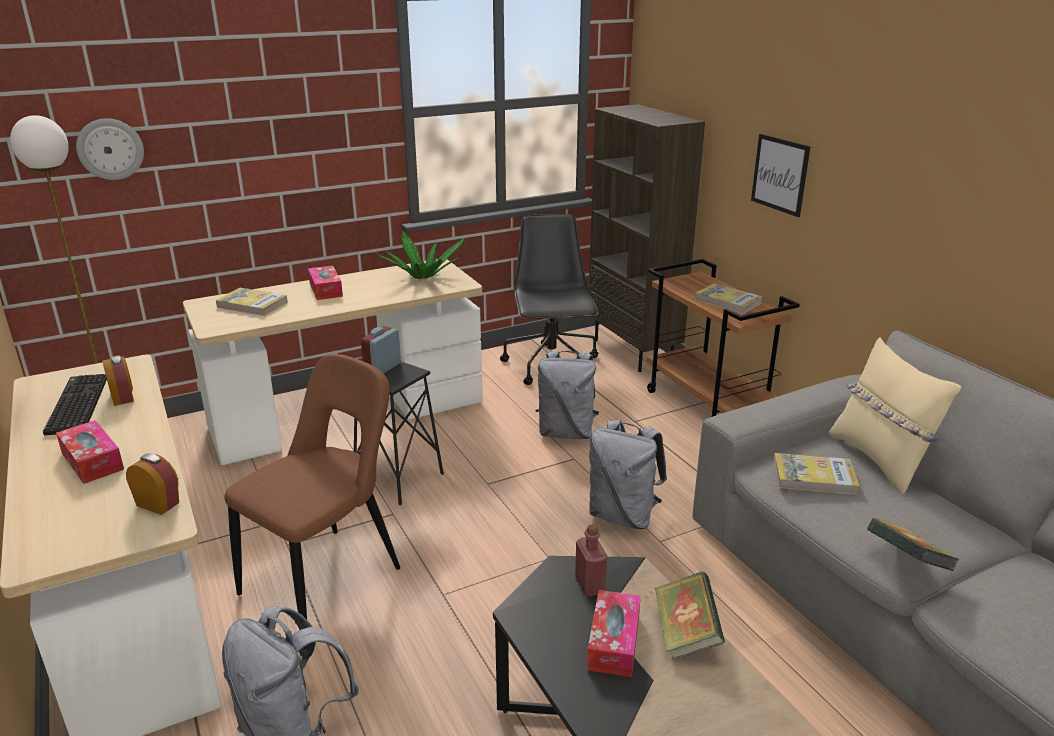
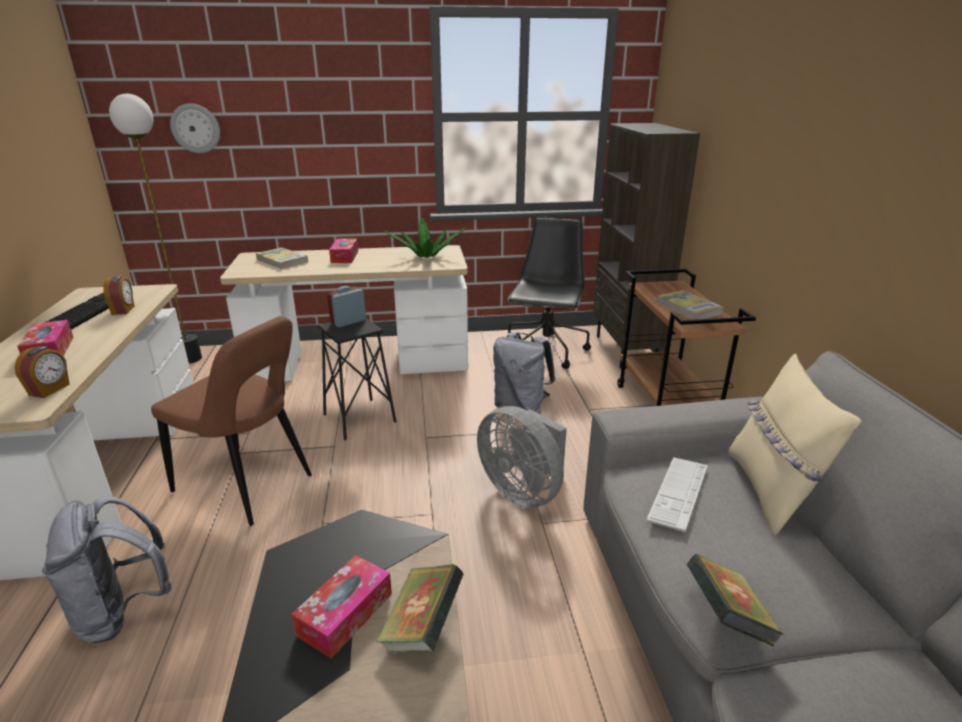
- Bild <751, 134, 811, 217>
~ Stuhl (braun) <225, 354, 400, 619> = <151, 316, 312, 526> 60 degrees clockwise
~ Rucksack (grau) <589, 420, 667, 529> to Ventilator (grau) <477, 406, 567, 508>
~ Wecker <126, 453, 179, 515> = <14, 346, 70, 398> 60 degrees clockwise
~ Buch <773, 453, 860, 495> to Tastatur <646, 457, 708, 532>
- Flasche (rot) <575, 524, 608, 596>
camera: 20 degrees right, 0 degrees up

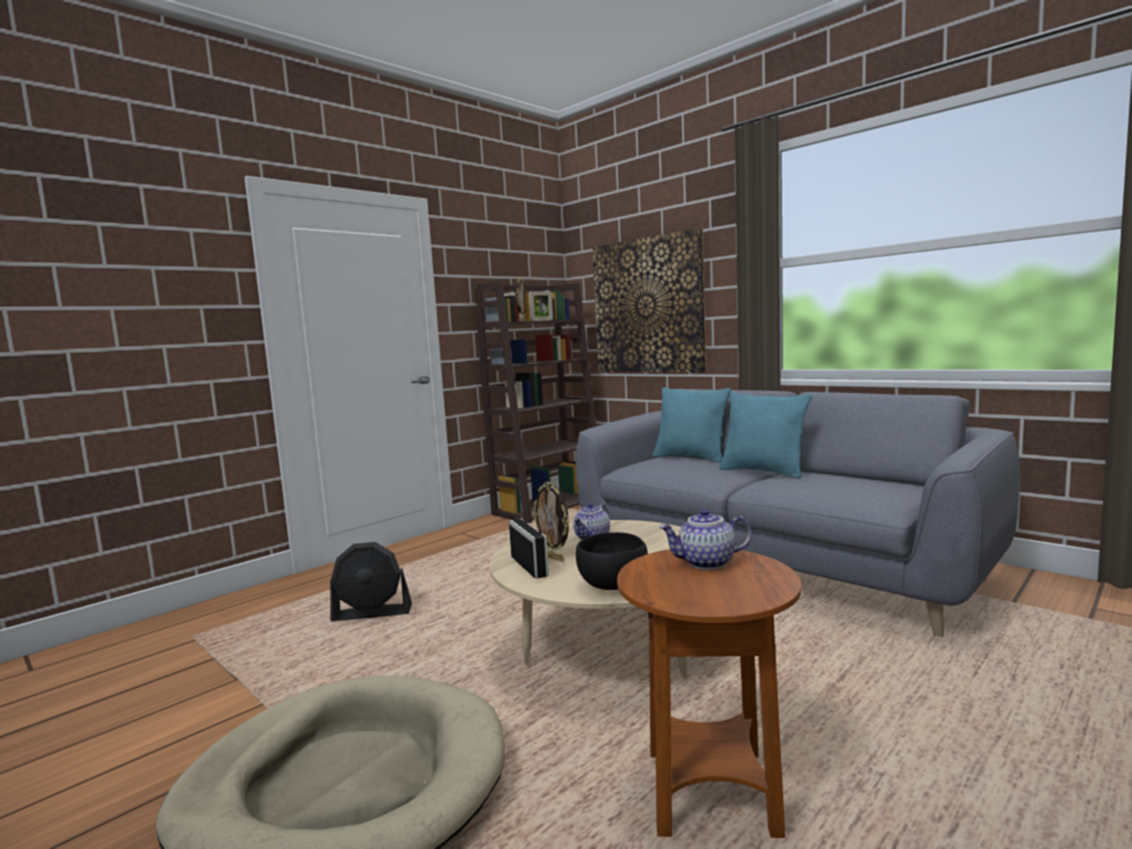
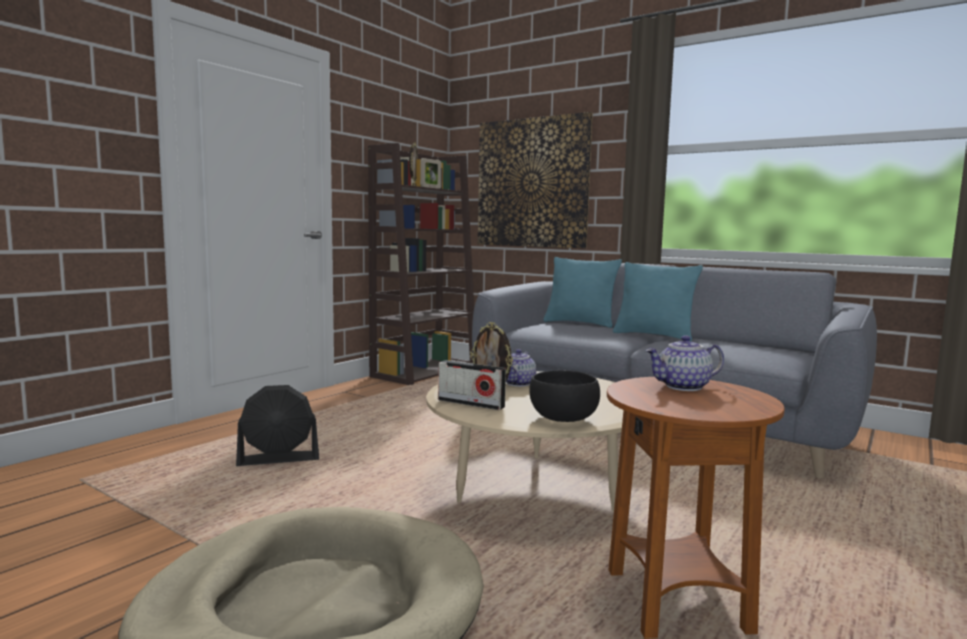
~ Radio <509, 518, 549, 579> = <438, 360, 506, 410> 150 degrees clockwise
camera: 10 degrees left, 0 degrees up

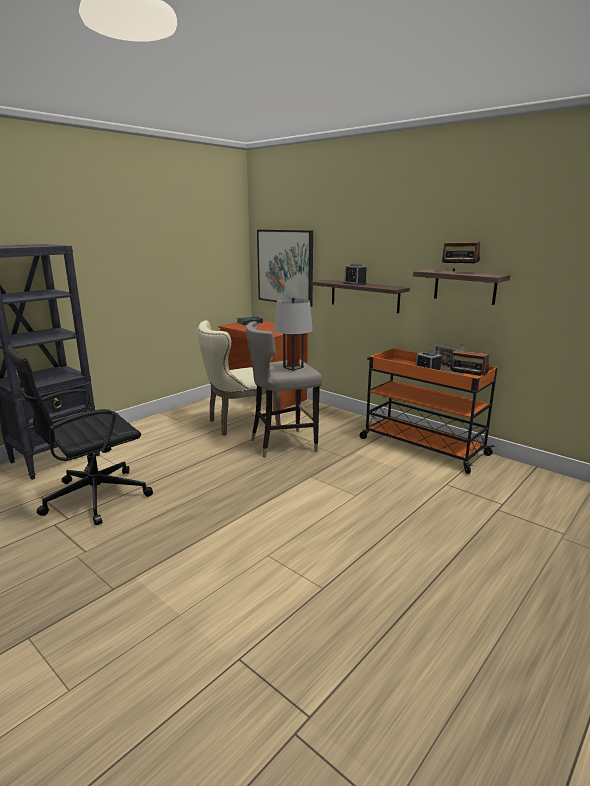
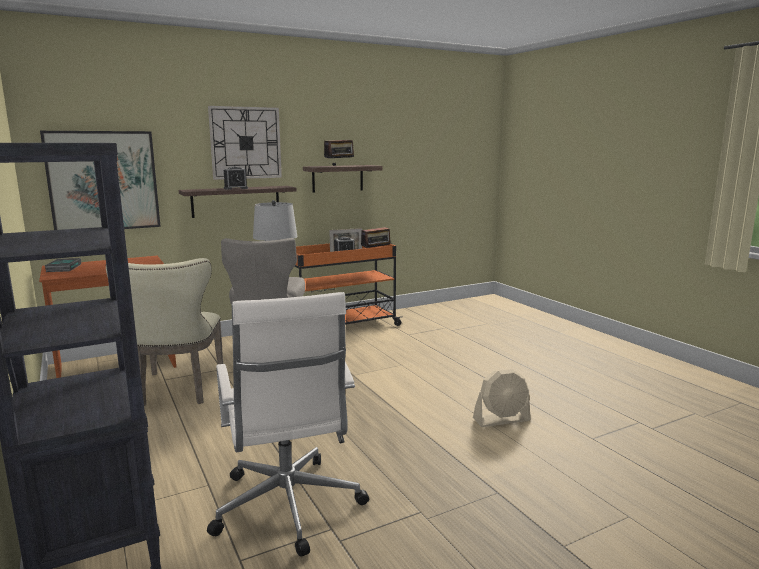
~ Bürostuhl (schwarz) <8, 345, 153, 525> to Bürostuhl (weiß) <207, 292, 369, 556>
+ Wanduhr <208, 106, 282, 180>
+ Ventilator (beige) <473, 369, 531, 427>
camera: 70 degrees left, 5 degrees down

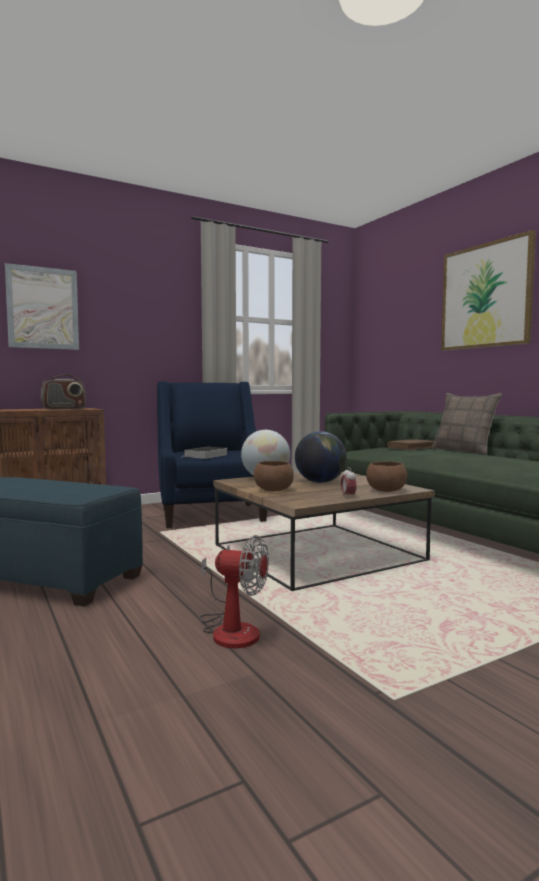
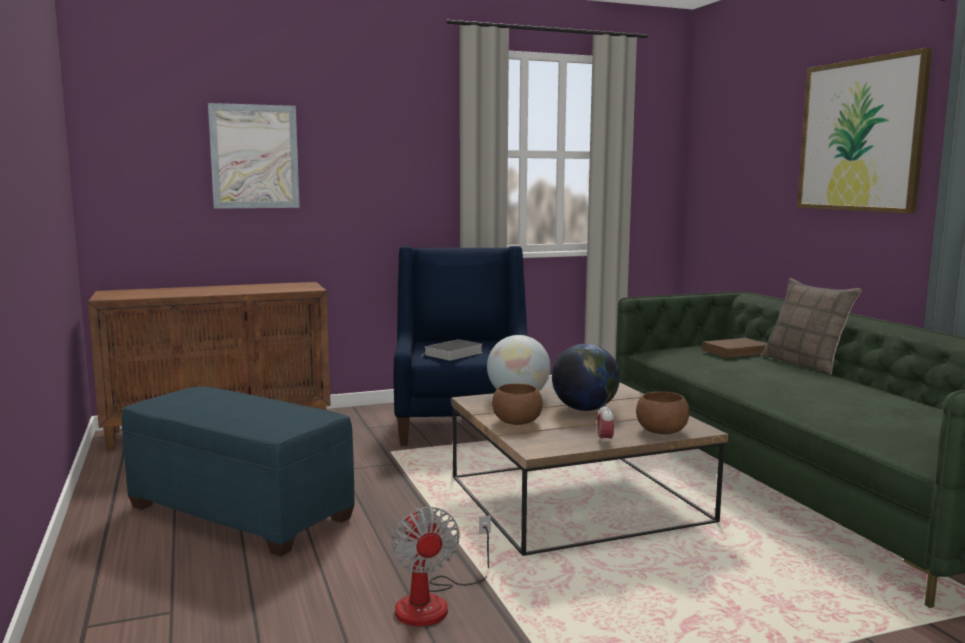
- Radio <41, 374, 86, 410>
~ Ventilator <199, 535, 269, 648> = <392, 507, 491, 626> 45 degrees clockwise
camera: 10 degrees right, 5 degrees up

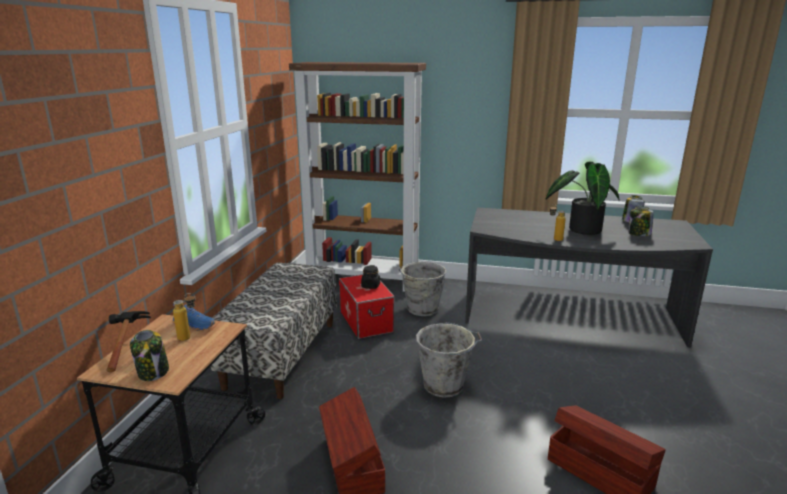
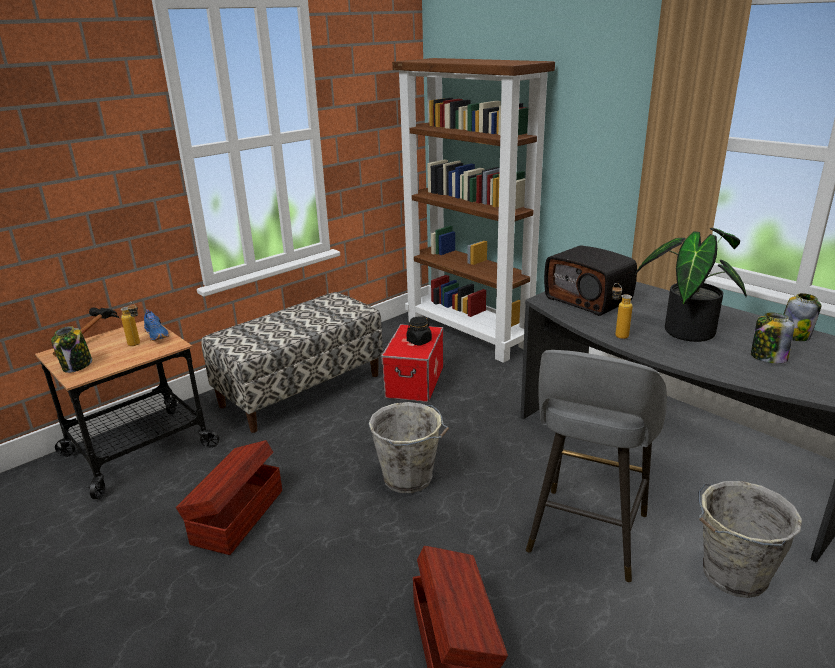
~ Eimer (grau) <399, 262, 446, 316> to <698, 481, 802, 598>
+ Radio <544, 246, 637, 316>
+ Hocker (grau) <526, 350, 667, 582>
camera: 35 degrees right, 5 degrees up

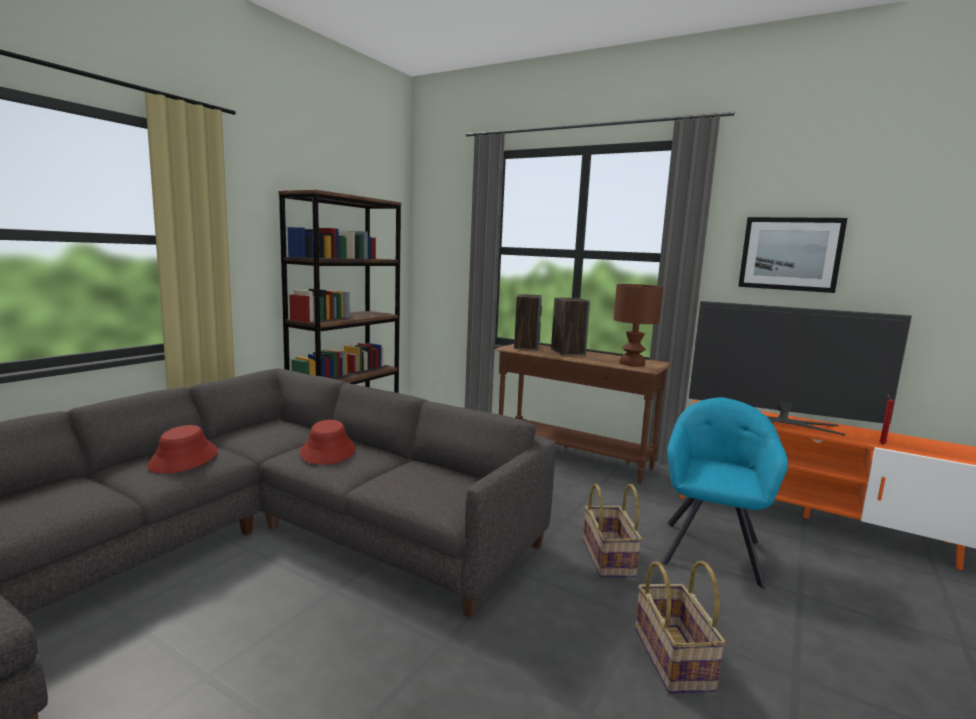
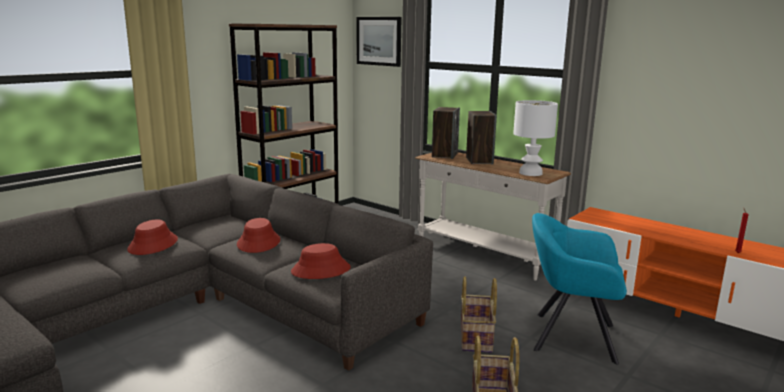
~ Bild <738, 217, 847, 293> to <357, 17, 401, 67>
~ Tischlampe (braun) <614, 284, 663, 367> to Tischlampe (weiß) <513, 100, 558, 176>
- Fernseher <689, 301, 912, 436>
~ Konsolentisch (braun) <495, 344, 672, 484> to Konsolentisch (weiß) <415, 152, 571, 280>
~ Sessel (türkis) <661, 397, 788, 589> = <532, 213, 627, 365> 105 degrees counterclockwise
+ Hut (rot) <291, 243, 351, 279>
camera: 10 degrees right, 5 degrees up

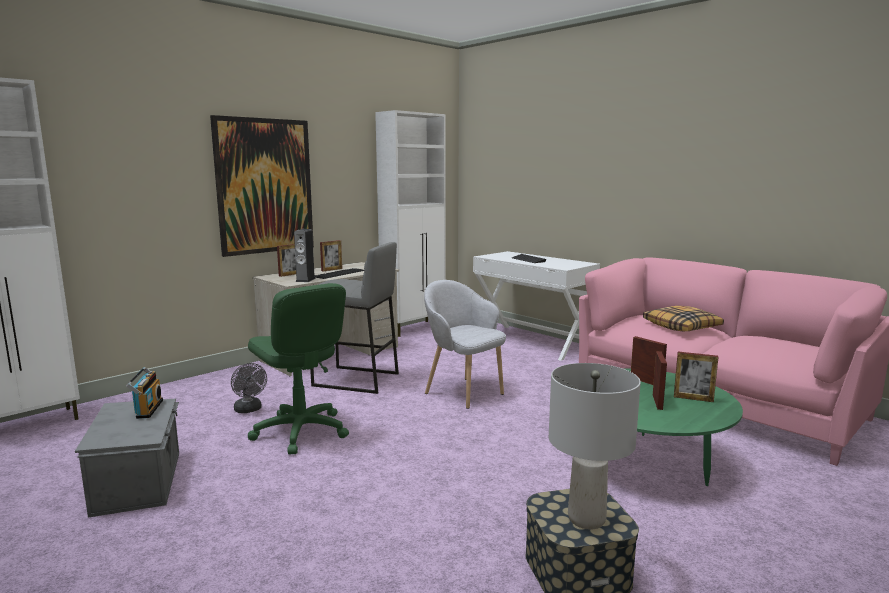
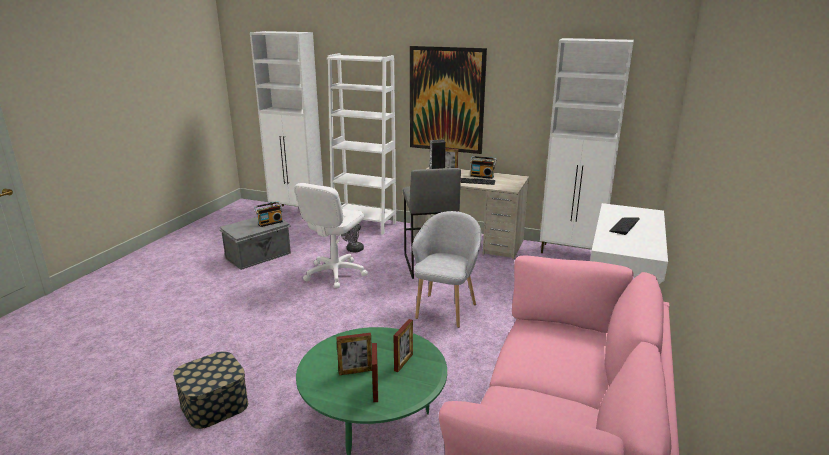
~ Bilderrahmen <320, 240, 342, 271> to Radio <470, 156, 497, 179>
~ Bürostuhl (grün) <248, 283, 349, 454> to Bürostuhl (weiß) <294, 183, 368, 288>
- Kissen <643, 306, 724, 331>
- Tischlampe (grau) <549, 363, 641, 530>
+ Bücherregal (weiß) <327, 53, 396, 235>
camera: 65 degrees right, 10 degrees up

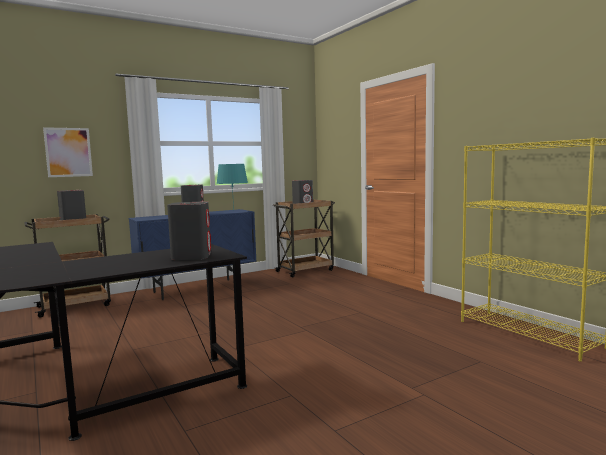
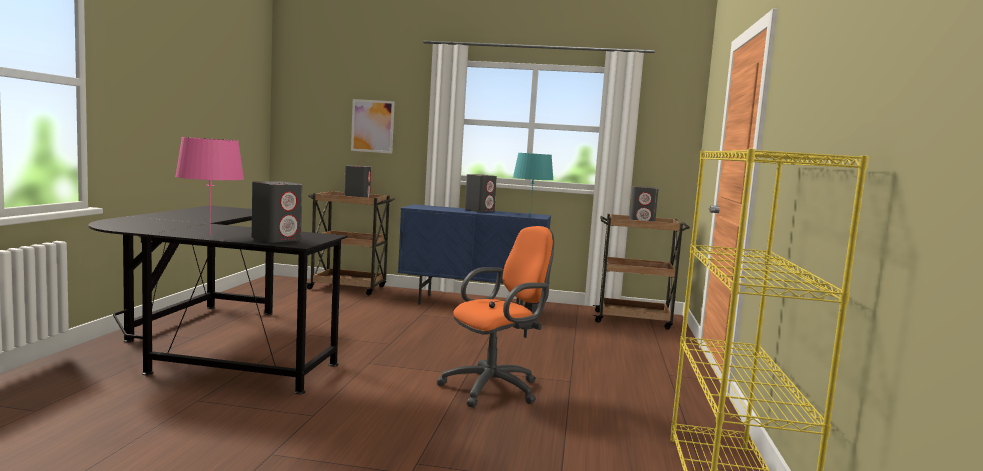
+ Tischlampe (rosa) <175, 137, 244, 232>
+ Bürostuhl (orange) <437, 226, 554, 408>
camera: 40 degrees right, 0 degrees up

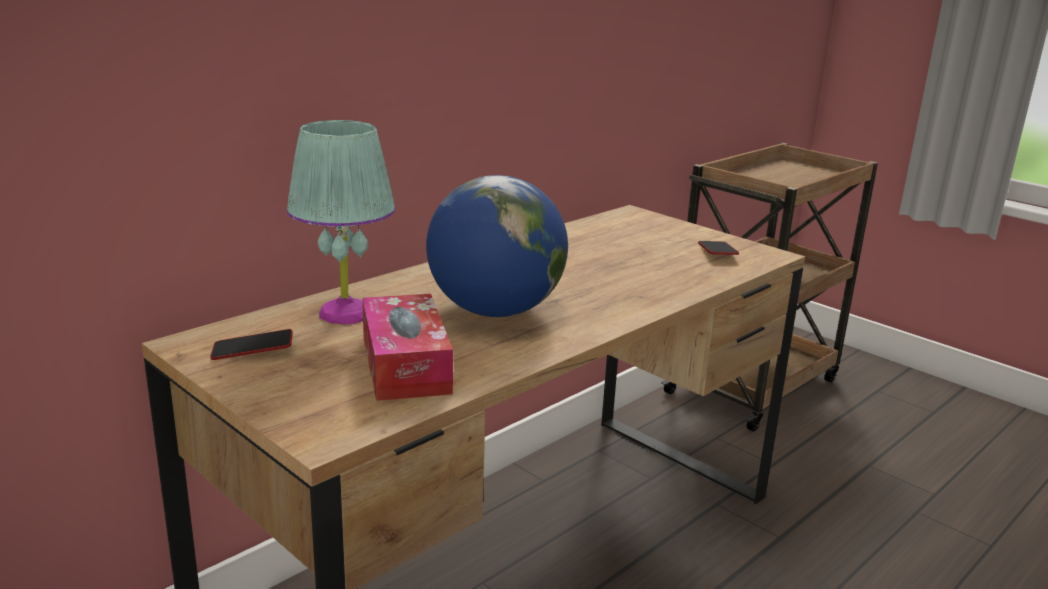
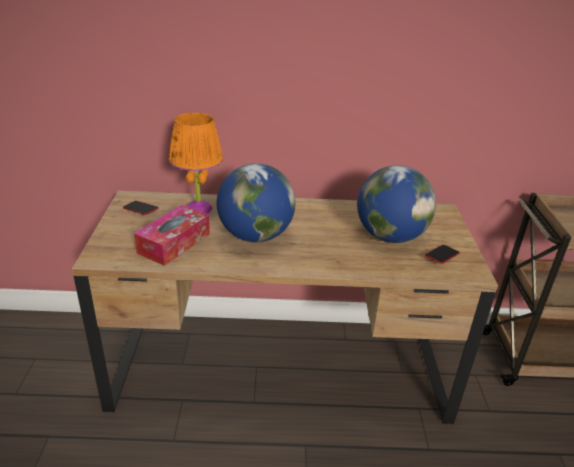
~ Tischlampe (türkis) <287, 120, 395, 324> to Tischlampe (orange) <169, 113, 223, 214>
+ Globus <357, 165, 436, 243>
camera: 45 degrees right, 10 degrees up

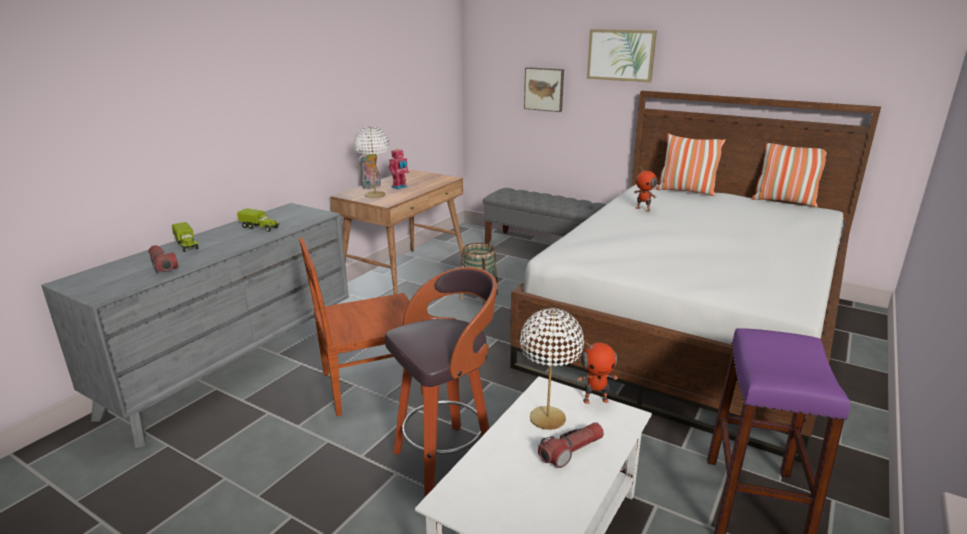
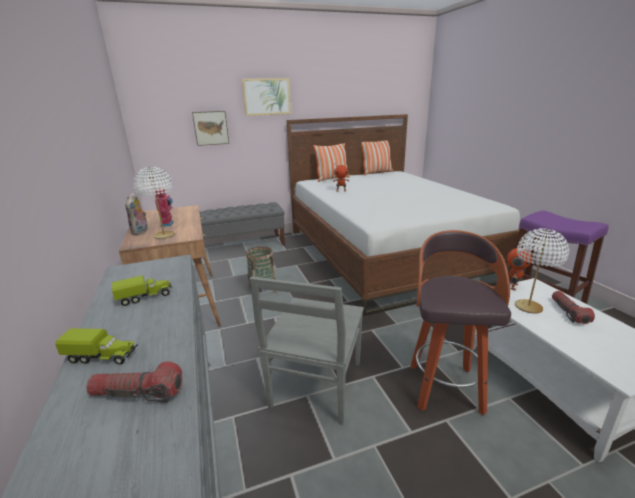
~ Stuhl (braun) <299, 238, 423, 416> to Stuhl (grau) <250, 277, 364, 425>
camera: 50 degrees left, 0 degrees up

